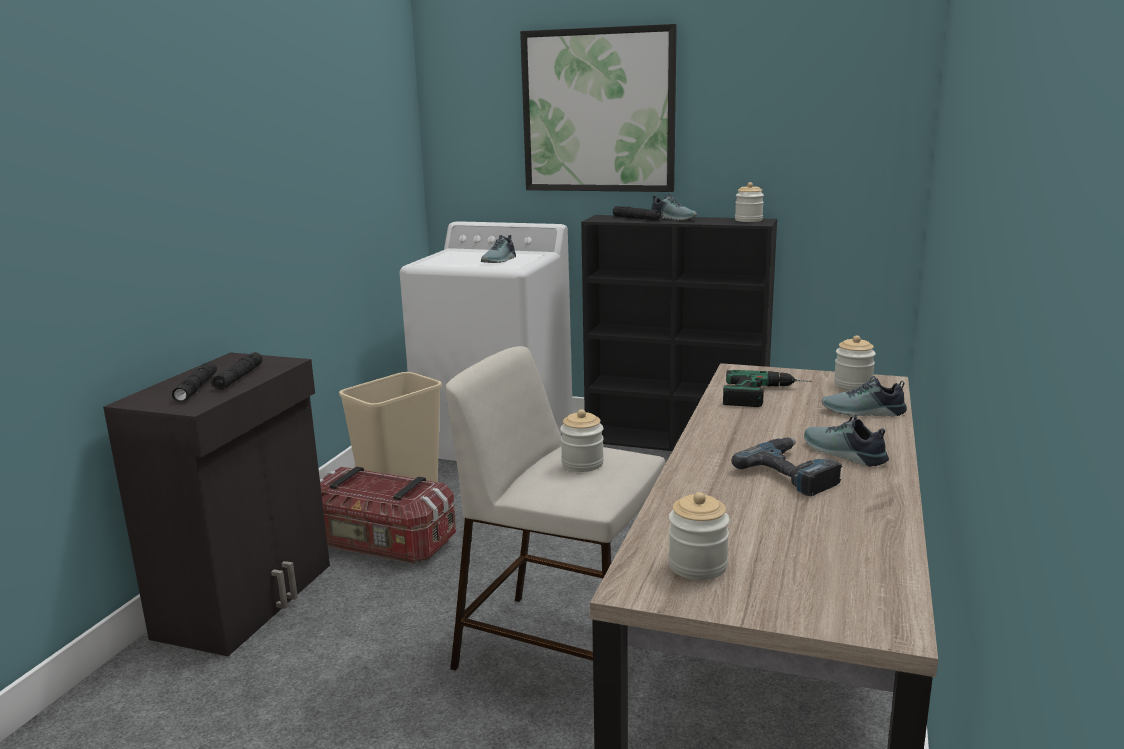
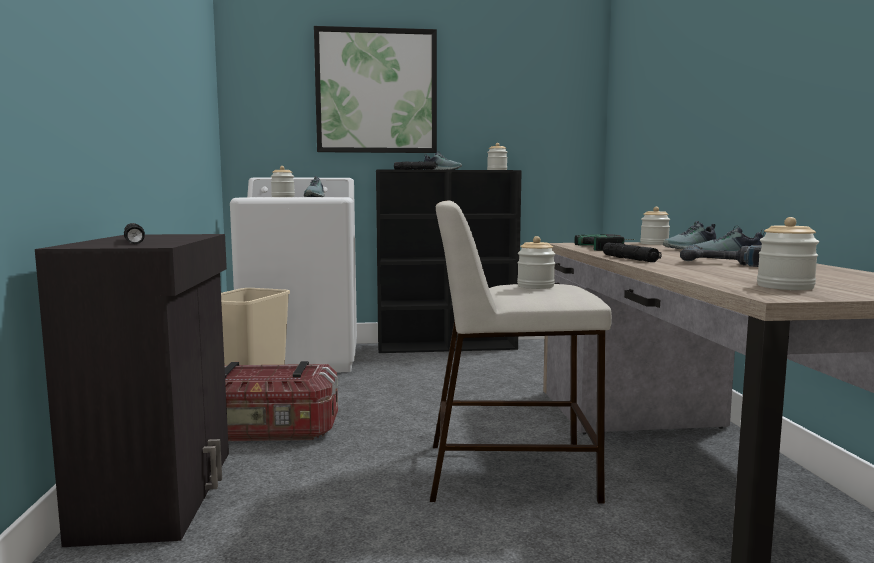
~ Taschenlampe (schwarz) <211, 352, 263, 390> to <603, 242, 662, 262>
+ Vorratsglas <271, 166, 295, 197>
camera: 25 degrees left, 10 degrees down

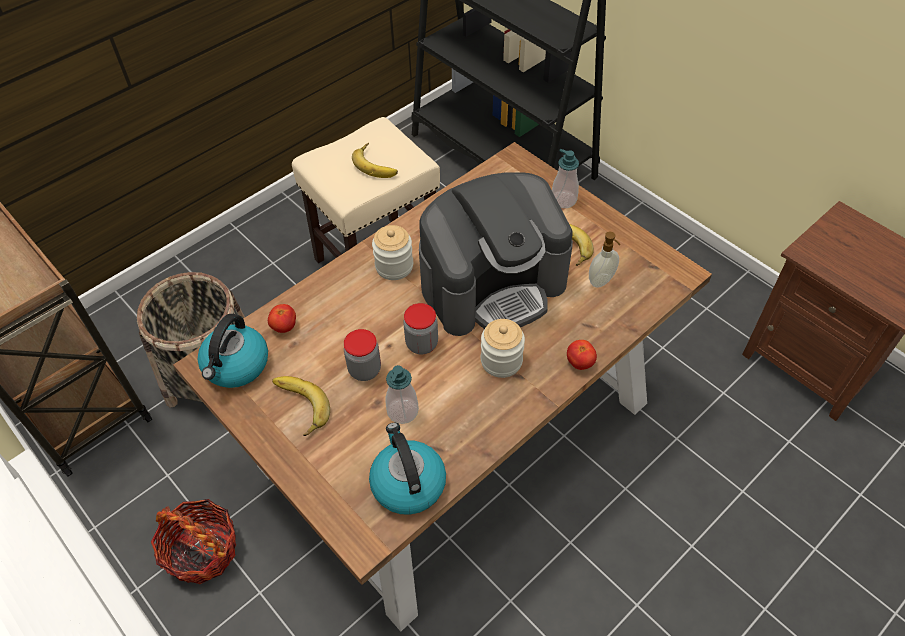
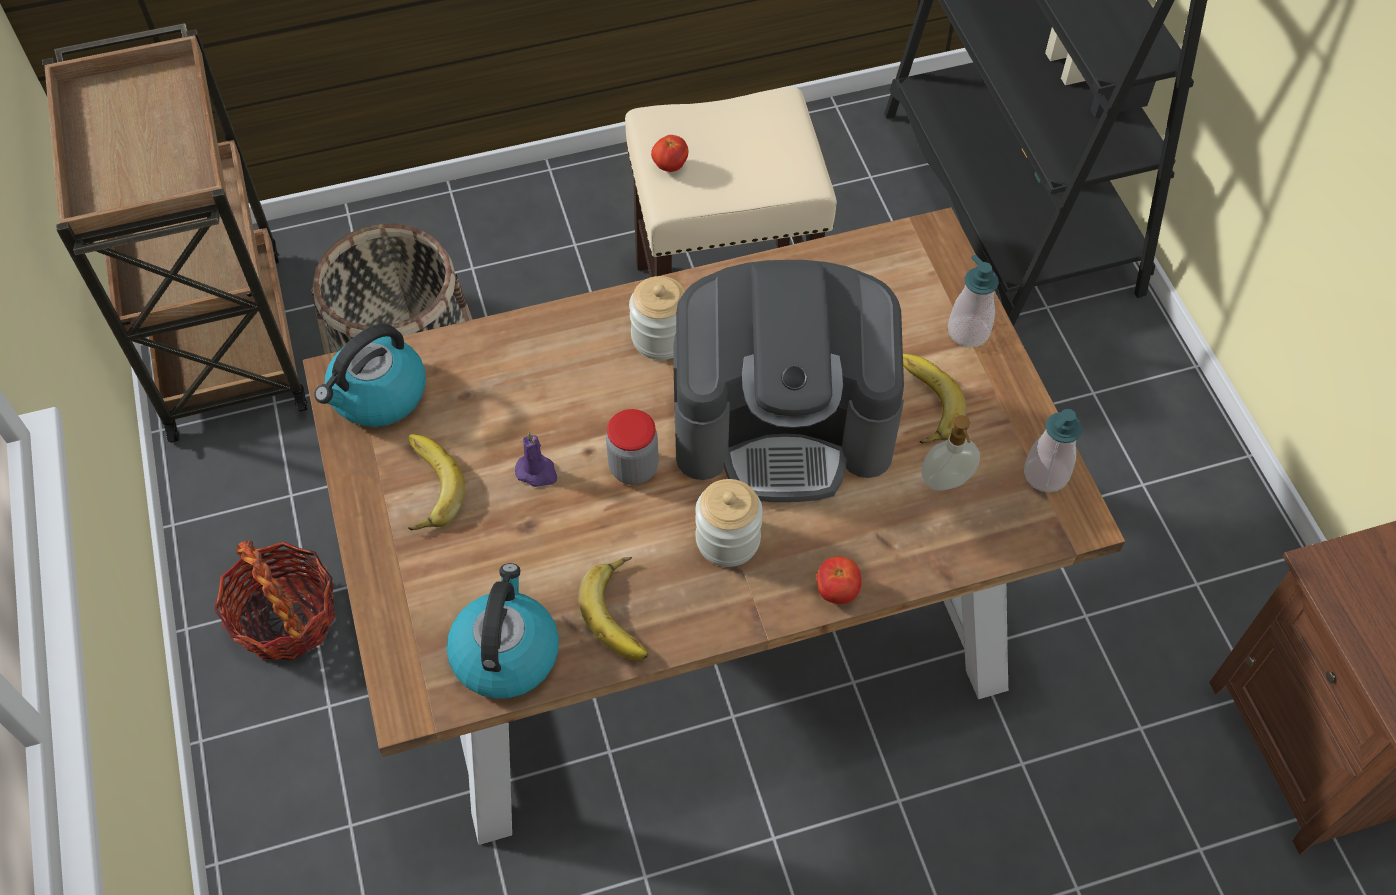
~ Banane <352, 143, 398, 178> to <578, 557, 648, 660>
~ Tomate <268, 304, 296, 333> to <651, 135, 688, 172>
~ Vorratsglas <344, 329, 381, 381> to Kerze (lila) <515, 432, 557, 487>
~ Seifenspender <385, 365, 419, 424> to <1024, 409, 1082, 492>
camera: 25 degrees right, 5 degrees up

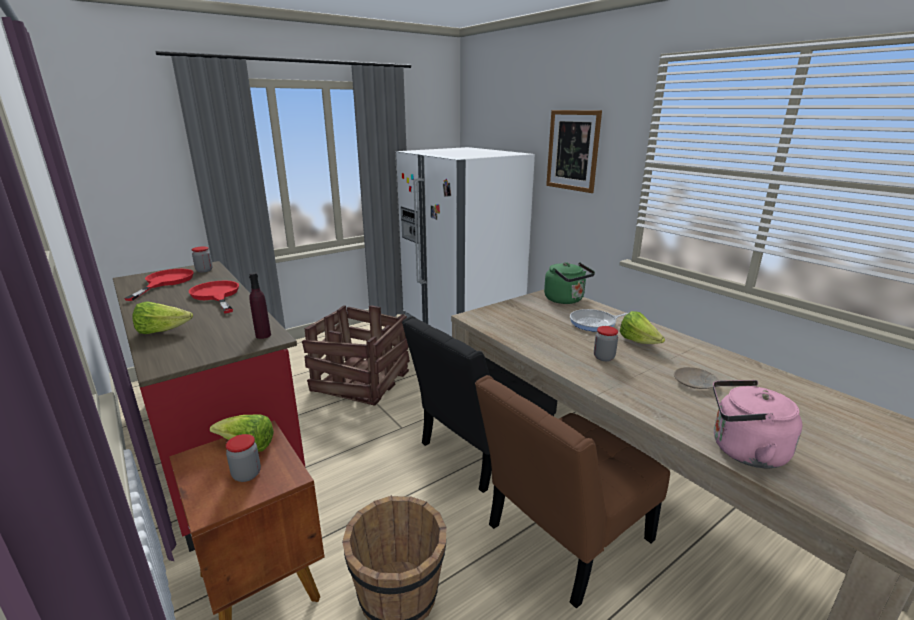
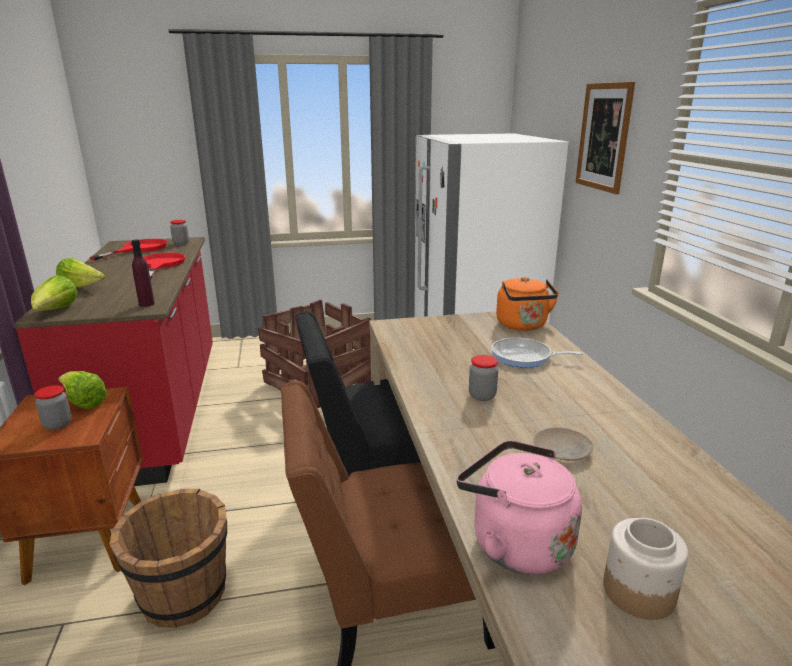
~ Wasserkessel (grün) <544, 262, 595, 304> to Wasserkessel (orange) <496, 277, 559, 331>
~ Salatkopf <620, 311, 665, 344> to <31, 275, 78, 311>
+ Vorratsglas <603, 518, 688, 620>
camera: 25 degrees right, 0 degrees up

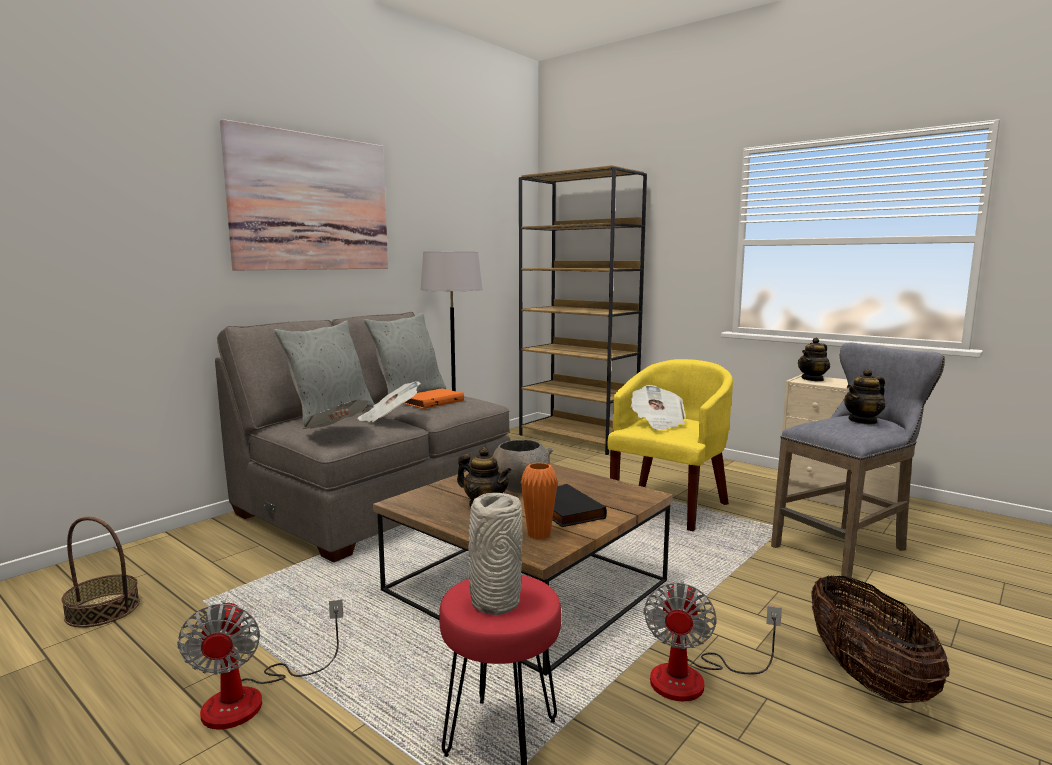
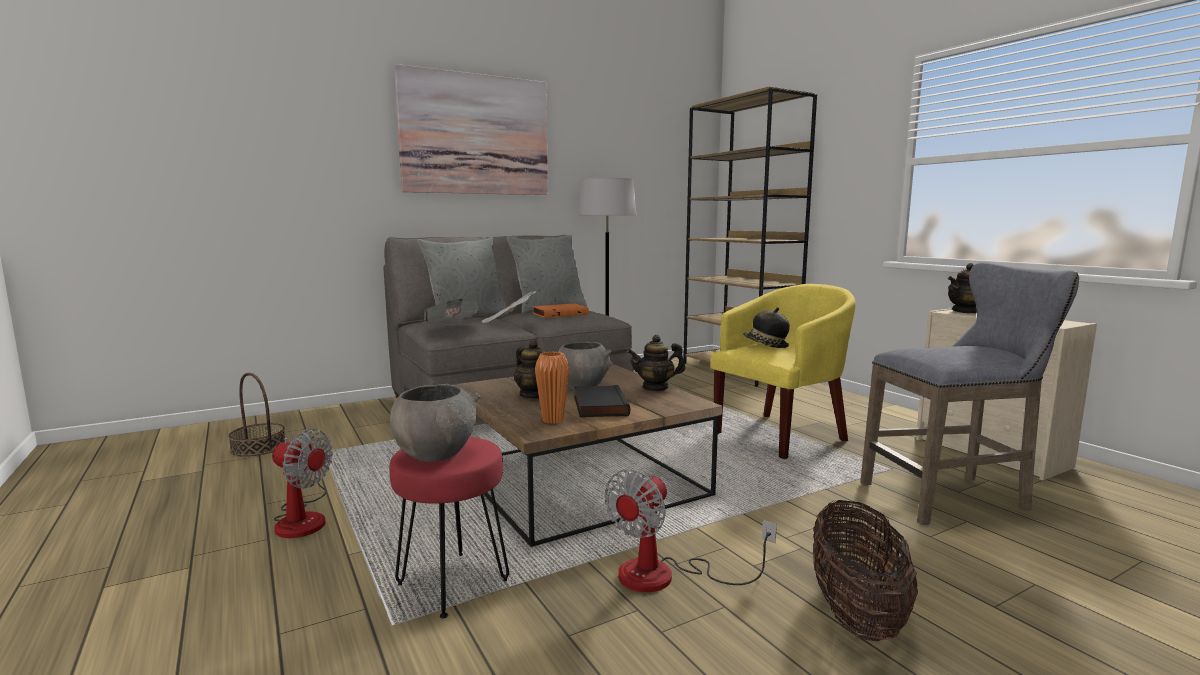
~ Teekanne <844, 369, 886, 425> to <628, 335, 685, 391>
~ Zeitung <630, 385, 686, 430> to Hut <743, 307, 790, 348>
~ Vase (grau) <468, 493, 523, 615> to Schüssel (grau) <390, 384, 481, 462>
~ Ventilator <177, 599, 343, 730> = <272, 429, 333, 538> 75 degrees counterclockwise
camera: 20 degrees right, 0 degrees up

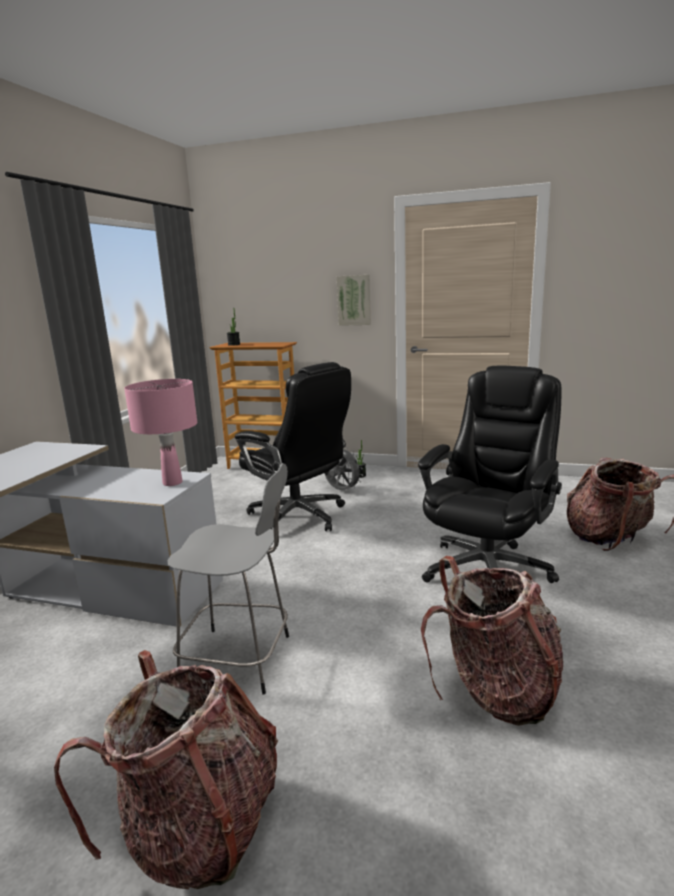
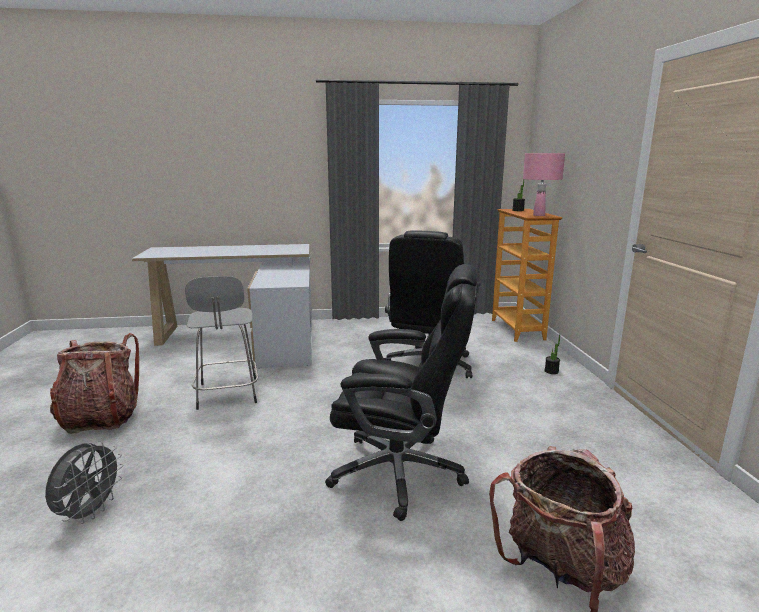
- Bild <337, 275, 371, 326>
~ Tischlampe (rosa) <124, 379, 197, 486> to <523, 153, 565, 216>
~ Ventilator (grau) <324, 447, 363, 490> to <45, 441, 123, 524>
- Rucksack <421, 556, 563, 726>
camera: 65 degrees right, 0 degrees up

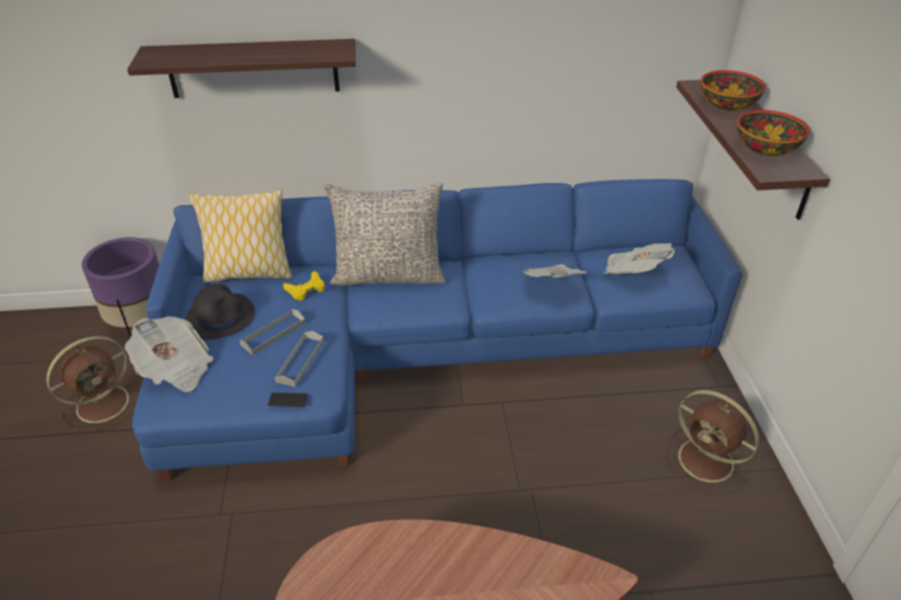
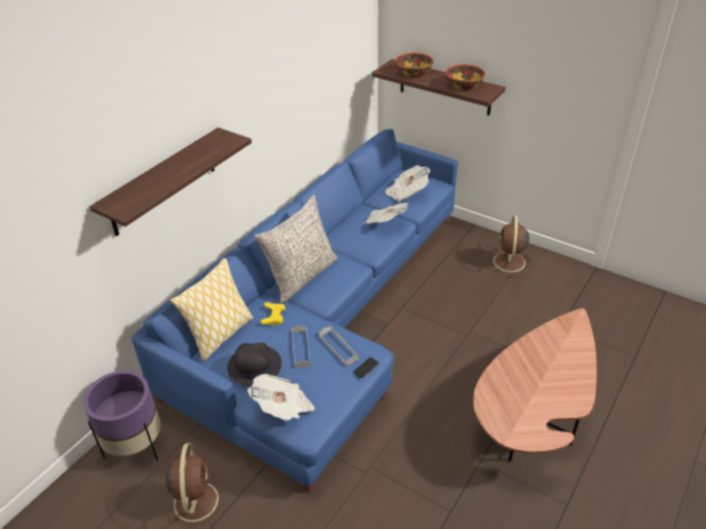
~ Ventilator (braun) <665, 390, 759, 495> = <487, 215, 533, 278> 105 degrees clockwise
camera: 50 degrees left, 0 degrees up

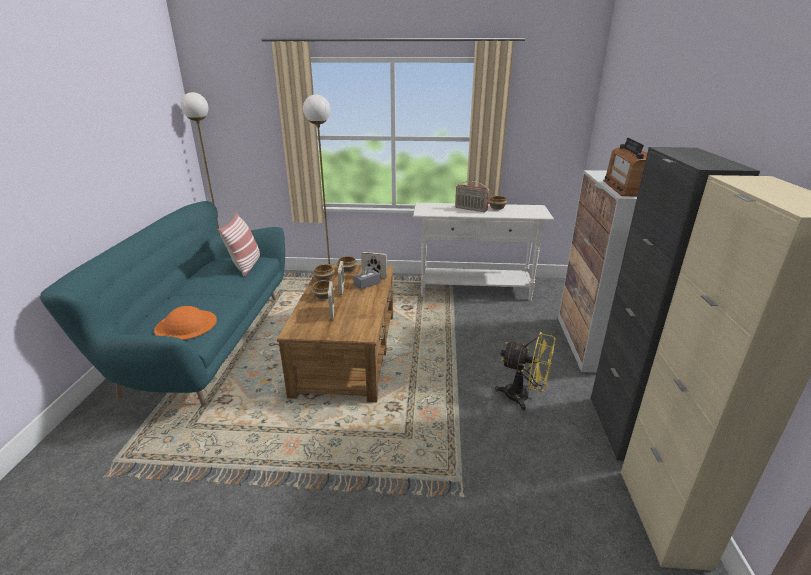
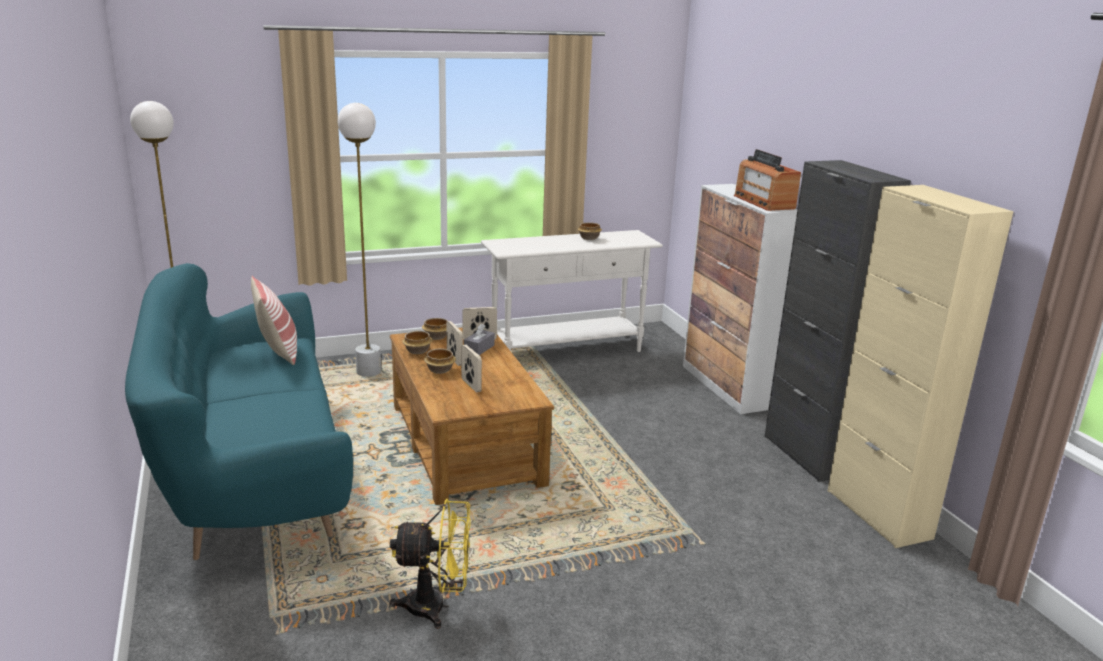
- Radio <455, 181, 489, 212>
- Hut (orange) <154, 306, 217, 340>
~ Ventilator (gelb) <495, 332, 555, 411> to <390, 499, 471, 629>
camera: 25 degrees left, 5 degrees down

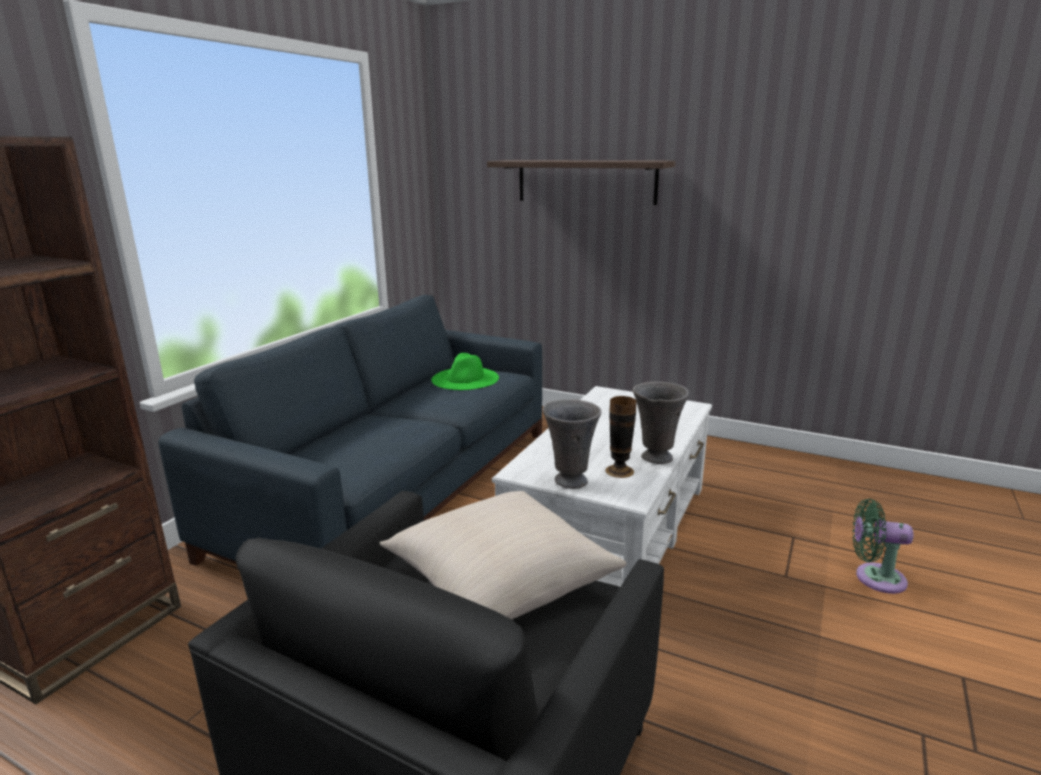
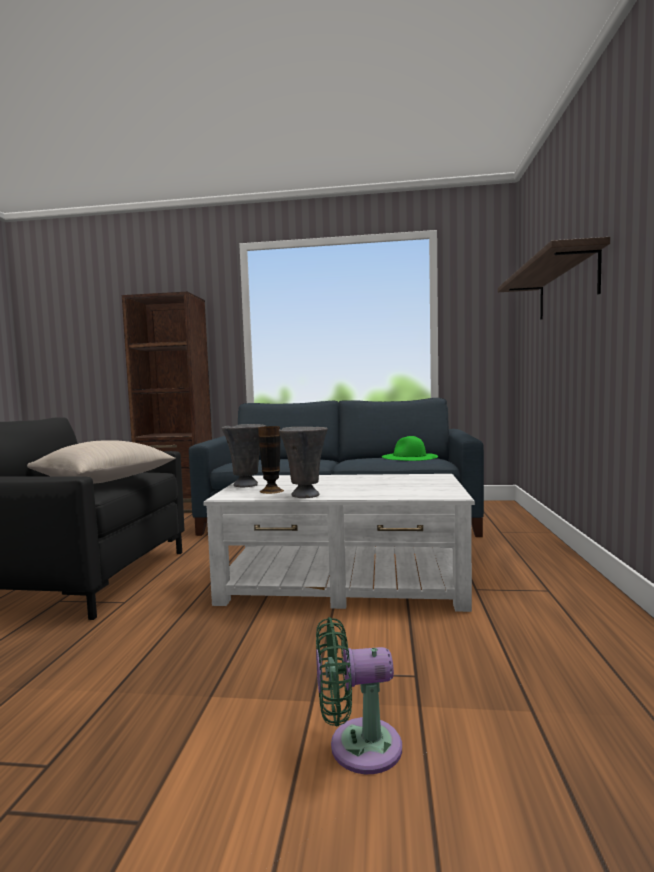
~ Ventilator (grün) <853, 499, 914, 594> = <316, 617, 402, 774> 90 degrees counterclockwise
camera: 70 degrees right, 15 degrees down

